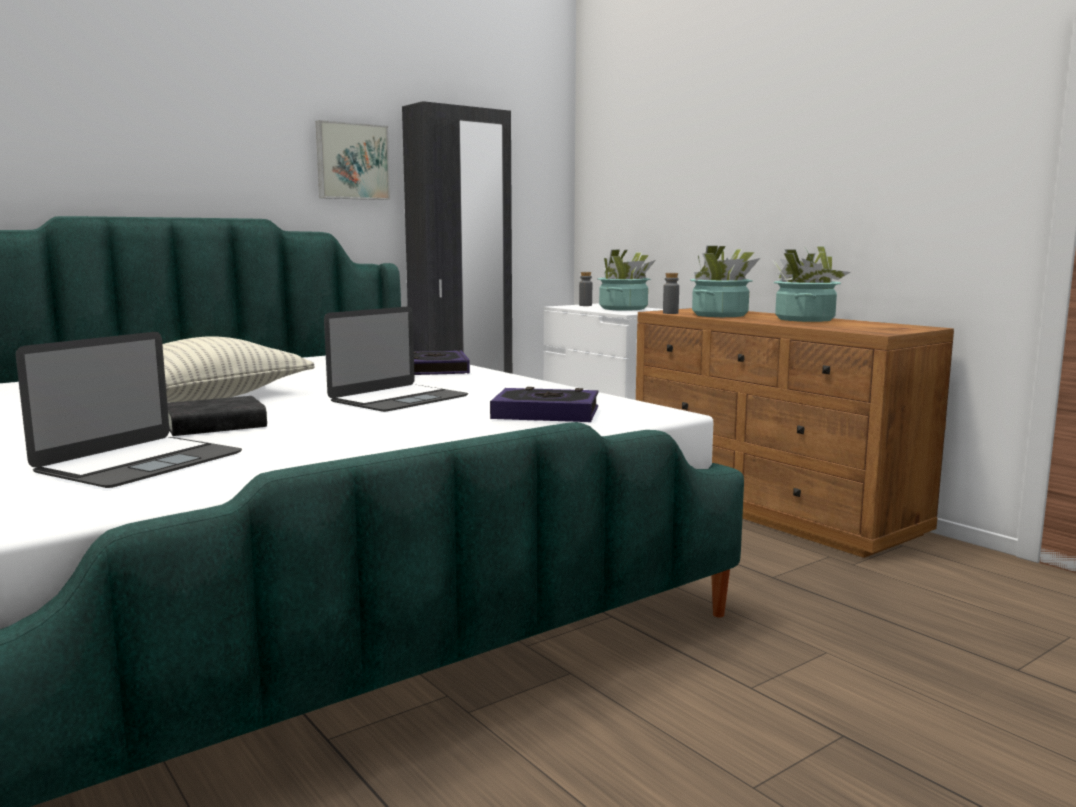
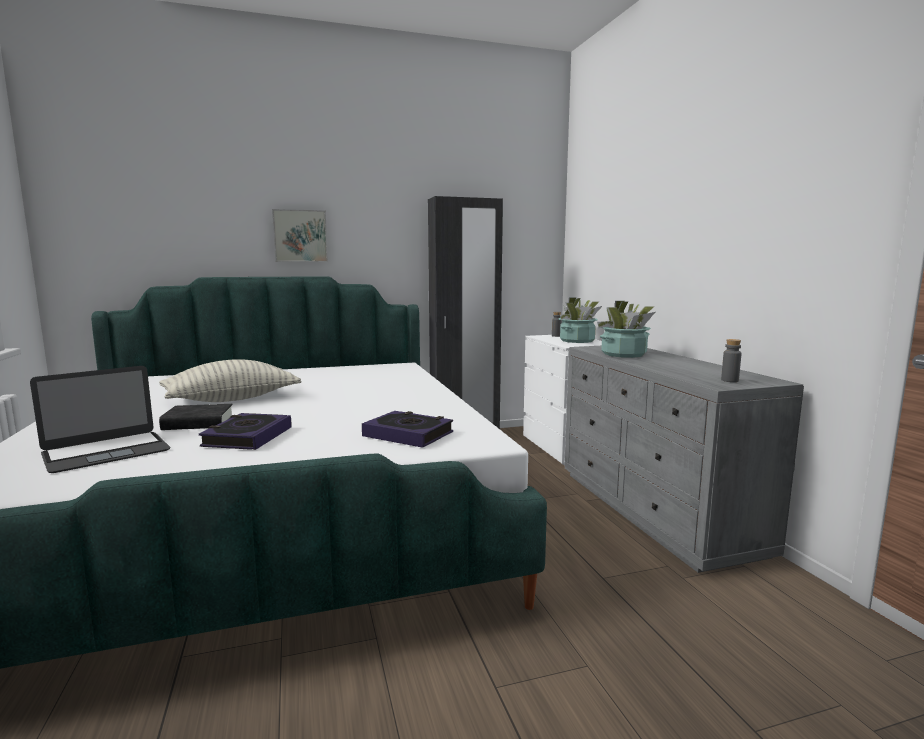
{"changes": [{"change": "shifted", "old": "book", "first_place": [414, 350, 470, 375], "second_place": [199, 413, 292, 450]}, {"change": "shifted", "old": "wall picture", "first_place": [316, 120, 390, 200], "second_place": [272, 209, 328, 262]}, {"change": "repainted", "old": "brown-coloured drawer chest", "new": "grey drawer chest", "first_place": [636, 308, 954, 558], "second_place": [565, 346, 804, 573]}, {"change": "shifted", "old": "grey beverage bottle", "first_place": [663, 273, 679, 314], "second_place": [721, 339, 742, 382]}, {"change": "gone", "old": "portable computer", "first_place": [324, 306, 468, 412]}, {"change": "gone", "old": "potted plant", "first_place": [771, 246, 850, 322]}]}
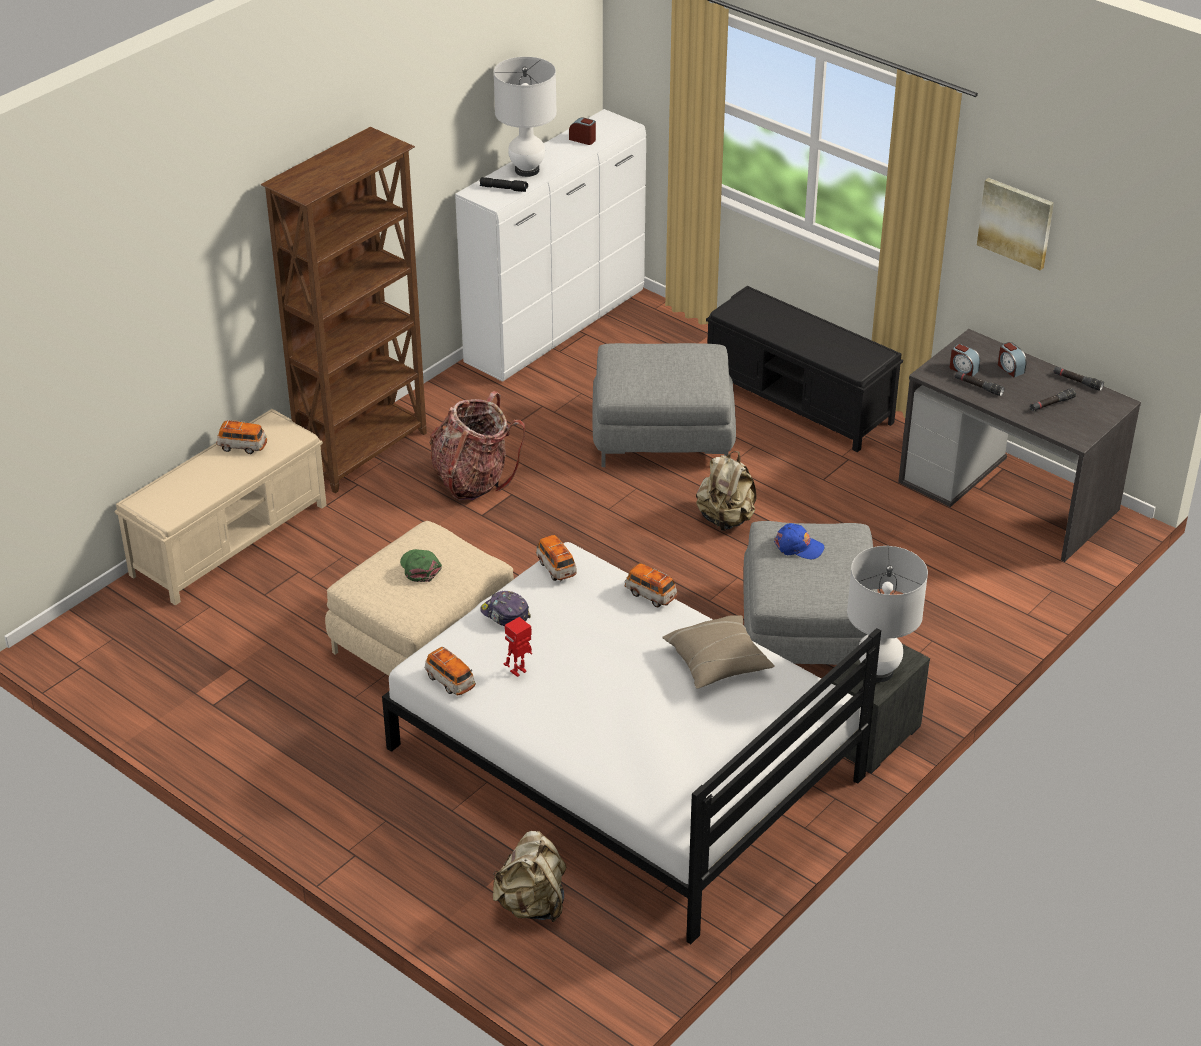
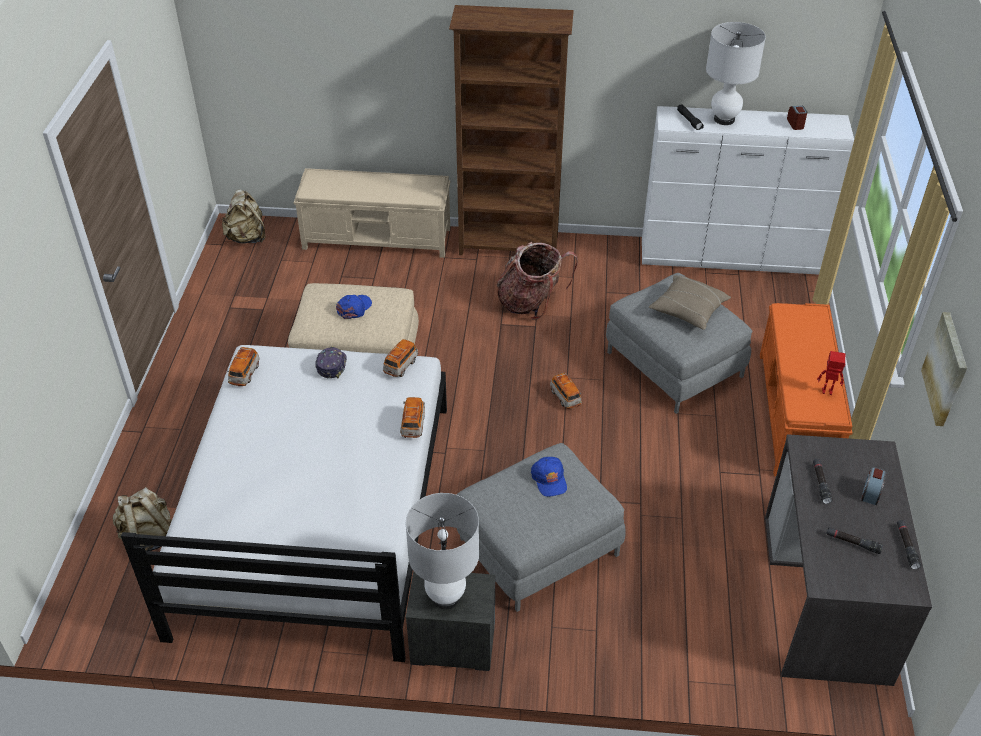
{"changes": [{"change": "shifted", "old": "sand-coloured backpack", "first_place": [696, 451, 757, 531], "second_place": [221, 189, 266, 244]}, {"change": "repainted", "old": "green-coloured baseball cap", "new": "bluish baseball cap", "first_place": [400, 549, 442, 582], "second_place": [336, 295, 372, 319]}, {"change": "shifted", "old": "miniature car", "first_place": [216, 420, 267, 454], "second_place": [550, 372, 582, 409]}, {"change": "shifted", "old": "sand-coloured throw pillow", "first_place": [662, 615, 775, 689], "second_place": [649, 275, 731, 330]}, {"change": "repainted", "old": "black bench", "new": "orange-coloured bench", "first_place": [706, 286, 903, 452], "second_place": [760, 303, 852, 476]}, {"change": "shifted", "old": "model robot", "first_place": [503, 617, 532, 677], "second_place": [817, 351, 846, 395]}, {"change": "gone", "old": "bedside clock", "first_place": [950, 343, 980, 377]}]}
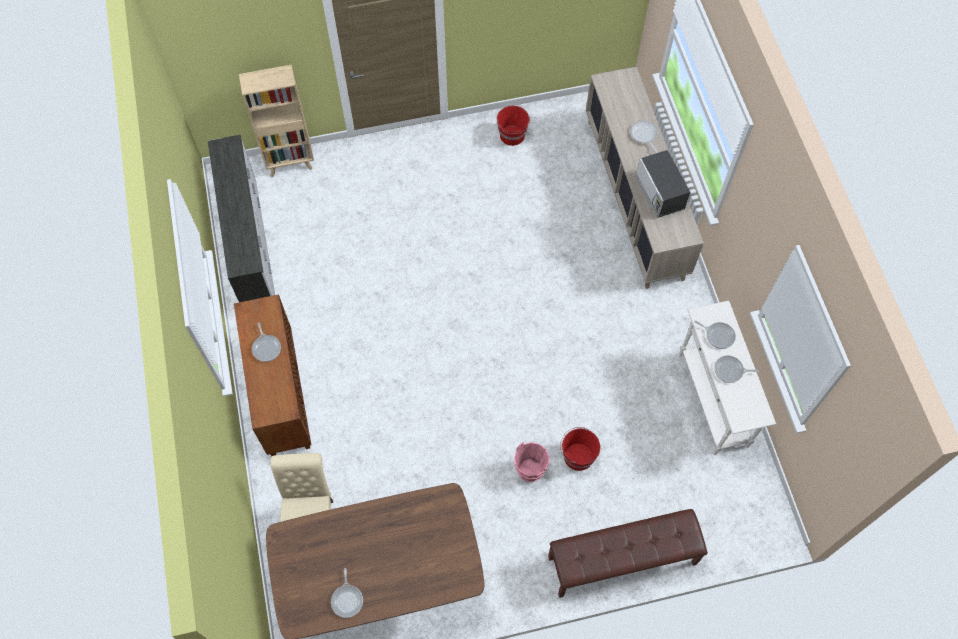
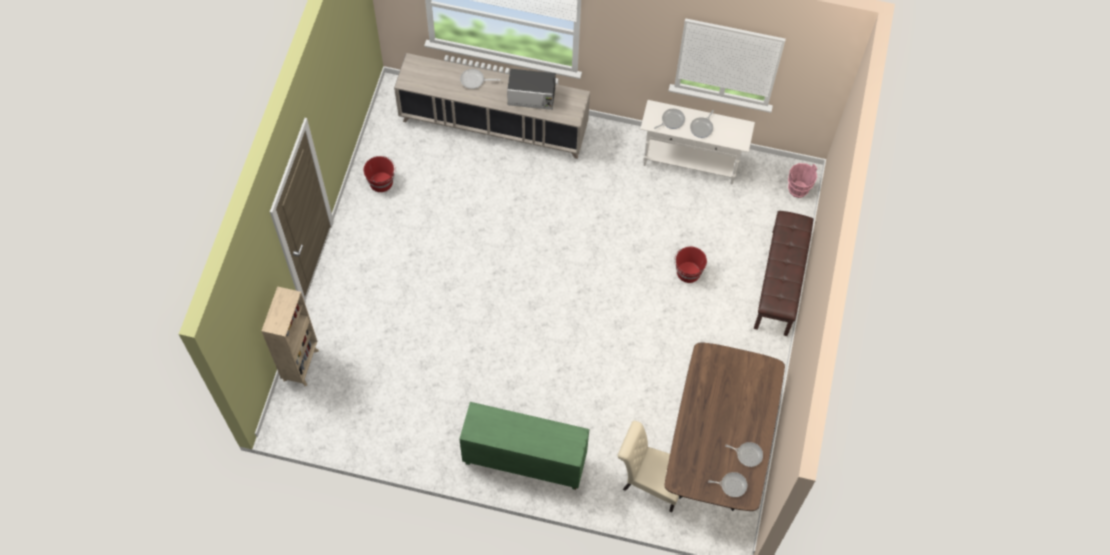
{"changes": [{"change": "repainted", "old": "brown-coloured cupboard", "new": "green-coloured cupboard", "first_place": [234, 294, 311, 456], "second_place": [459, 402, 589, 490]}, {"change": "shifted", "old": "pan", "first_place": [252, 323, 281, 362], "second_place": [708, 472, 747, 497]}, {"change": "shifted", "old": "pink-coloured pail", "first_place": [514, 442, 550, 482], "second_place": [788, 163, 817, 198]}, {"change": "gone", "old": "white-coloured drawer chest", "first_place": [208, 135, 275, 302]}]}
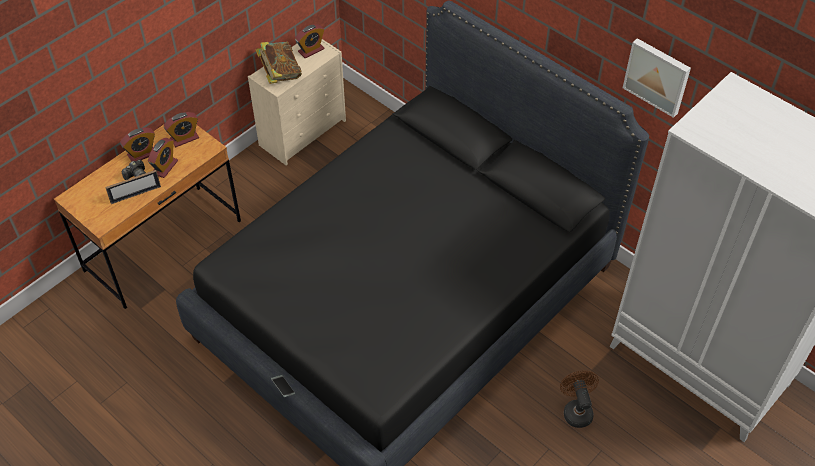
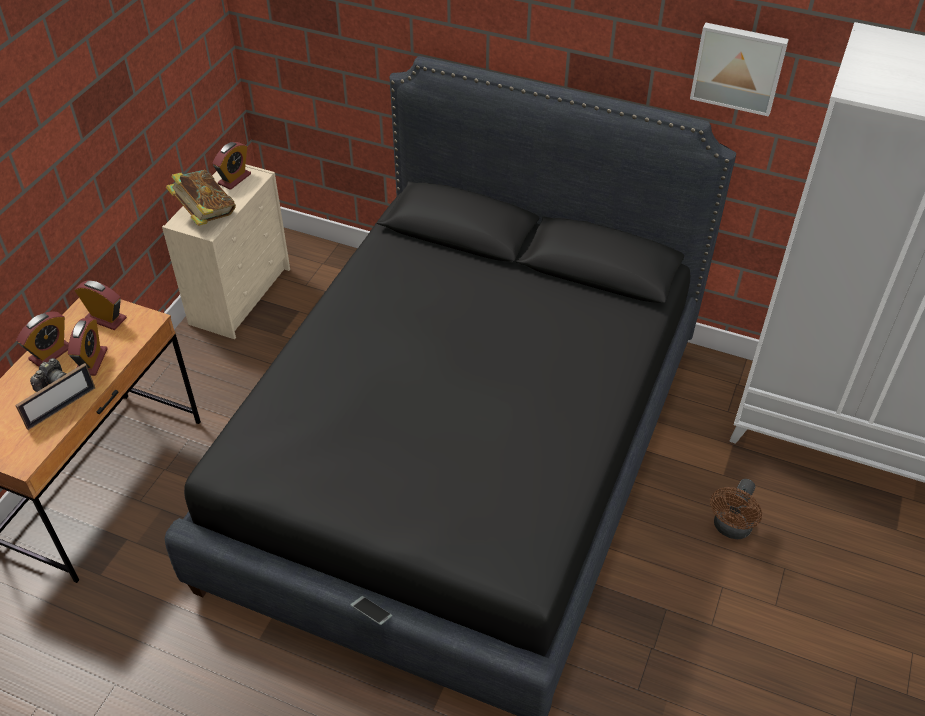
{"changes": [{"change": "rotated", "old": "bedside clock", "first_place": [163, 112, 199, 147], "second_place": [74, 280, 127, 330], "degrees": -105}, {"change": "rotated", "old": "brown-coloured cooling fan", "first_place": [560, 370, 599, 428], "second_place": [710, 479, 762, 539], "degrees": -120}]}
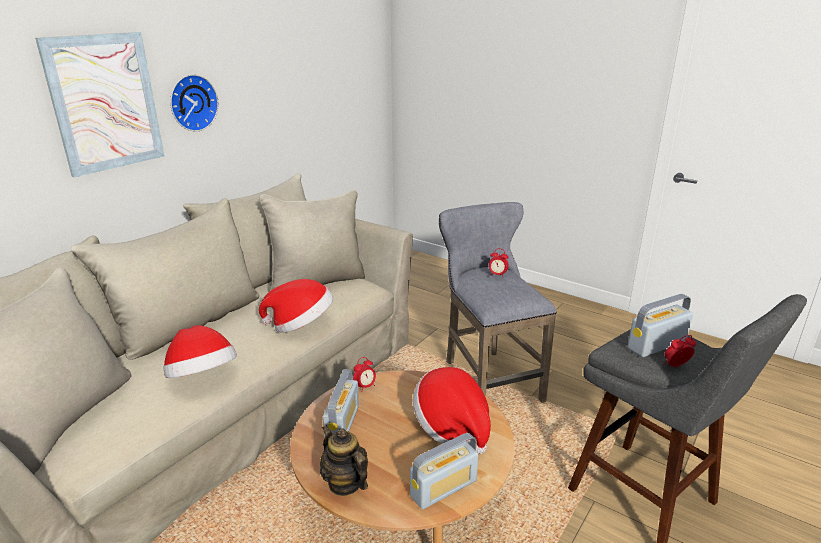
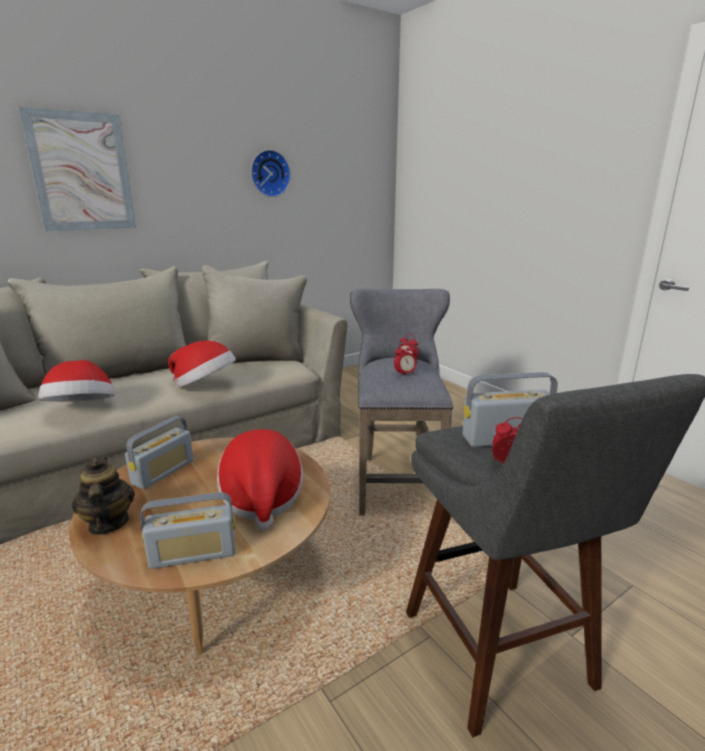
{"changes": [{"change": "shifted", "old": "clock on the wall", "first_place": [170, 74, 218, 132], "second_place": [251, 150, 291, 197]}, {"change": "shifted", "old": "bedside clock", "first_place": [353, 357, 376, 392], "second_place": [394, 342, 417, 377]}]}
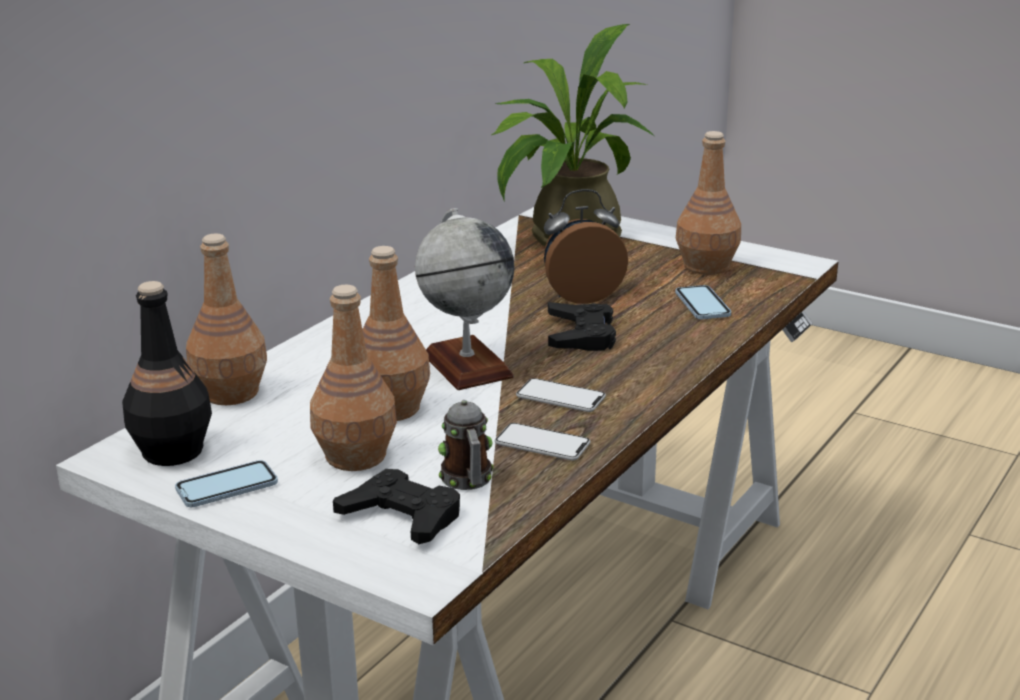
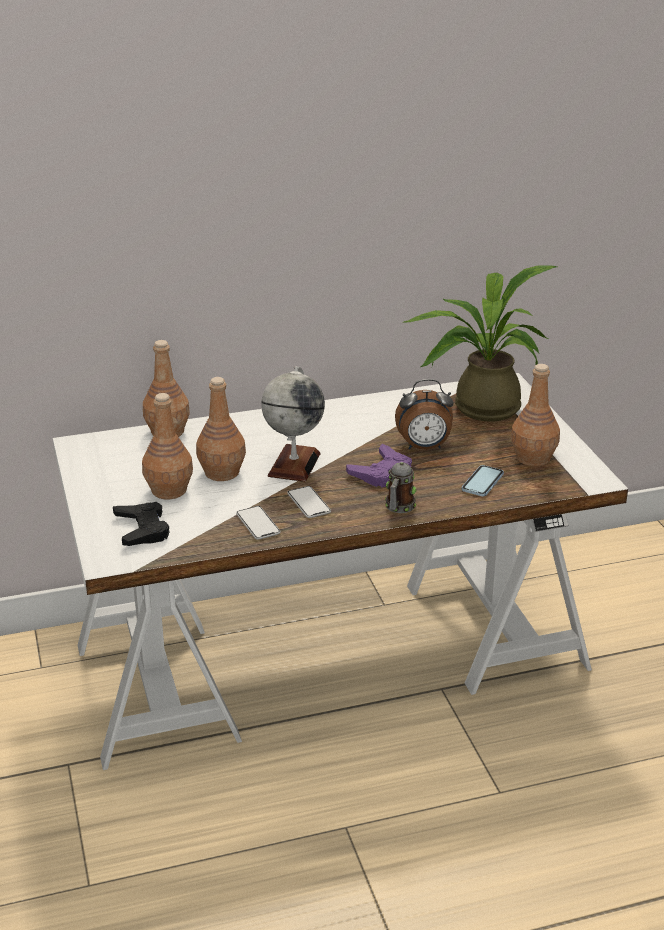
{"changes": [{"change": "repainted", "old": "black joypad", "new": "purple joypad", "first_place": [548, 302, 616, 351], "second_place": [346, 444, 412, 487]}, {"change": "shifted", "old": "mug", "first_place": [438, 400, 493, 490], "second_place": [385, 462, 416, 513]}, {"change": "rotated", "old": "bedside clock", "first_place": [544, 189, 628, 304], "second_place": [395, 379, 453, 449], "degrees": 150}, {"change": "gone", "old": "black beverage bottle", "first_place": [122, 281, 212, 466]}, {"change": "gone", "old": "phone", "first_place": [175, 460, 278, 507]}]}
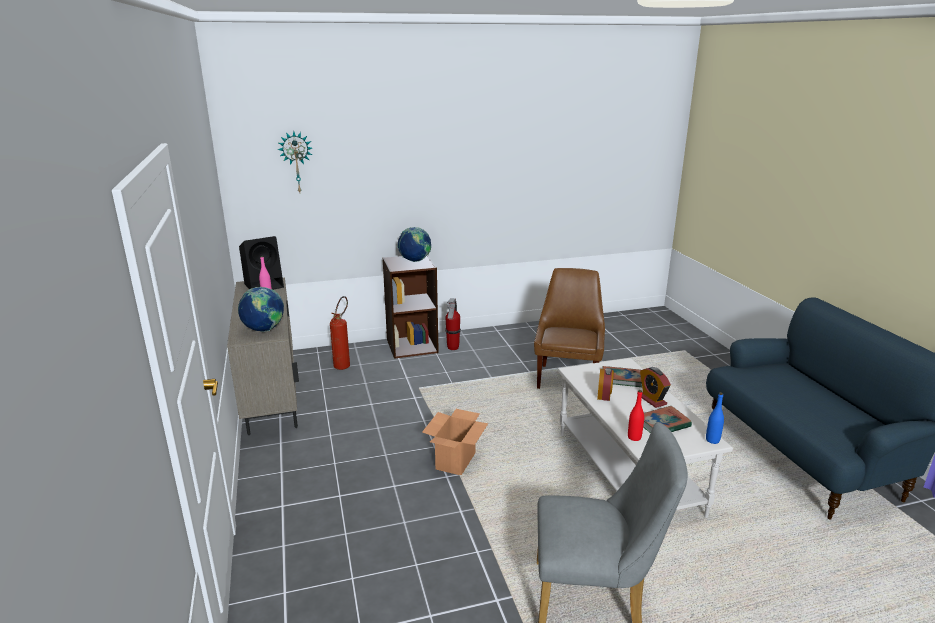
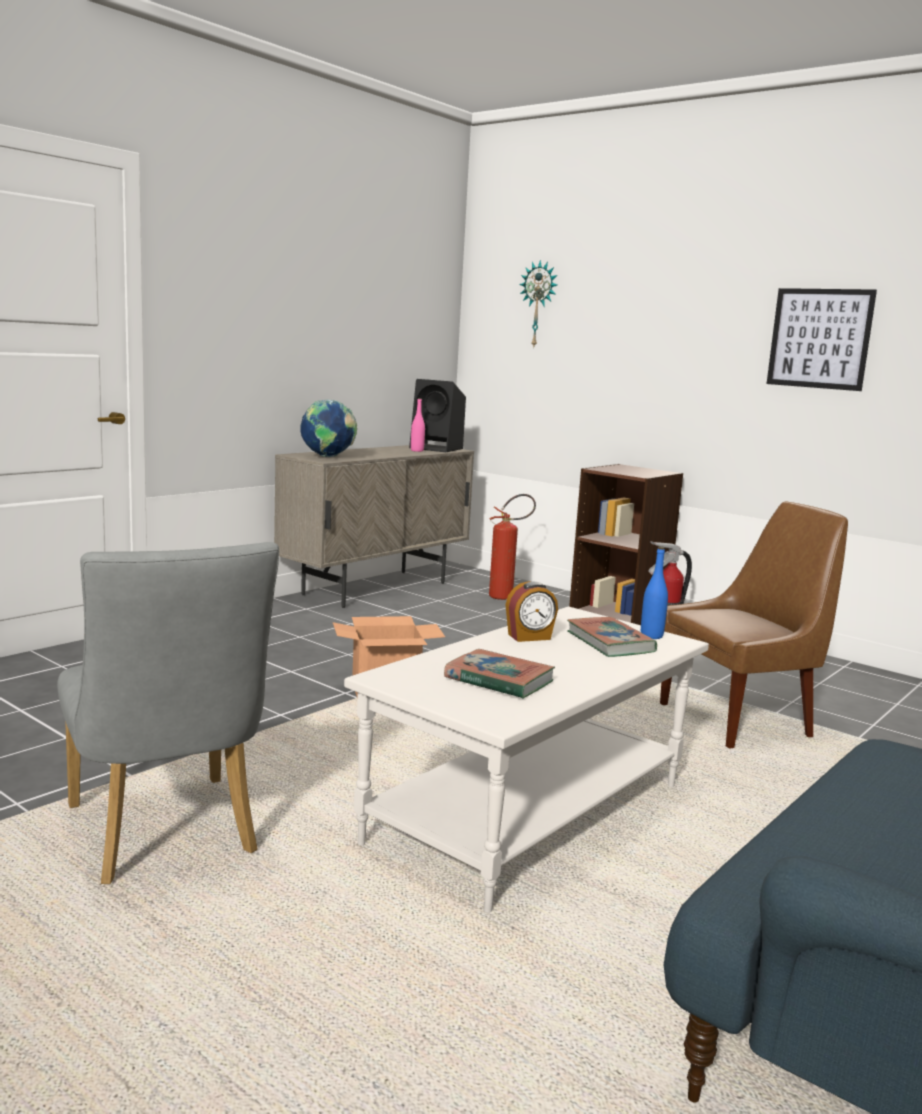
{"changes": [{"change": "shifted", "old": "bluish beverage bottle", "first_place": [706, 392, 724, 444], "second_place": [641, 547, 668, 639]}, {"change": "new", "new": "wall picture", "second_place": [767, 288, 877, 391]}, {"change": "gone", "old": "globe", "first_place": [397, 227, 431, 262]}, {"change": "gone", "old": "red-coloured beverage bottle", "first_place": [628, 390, 644, 441]}, {"change": "gone", "old": "bedside clock", "first_place": [640, 367, 671, 408]}]}
